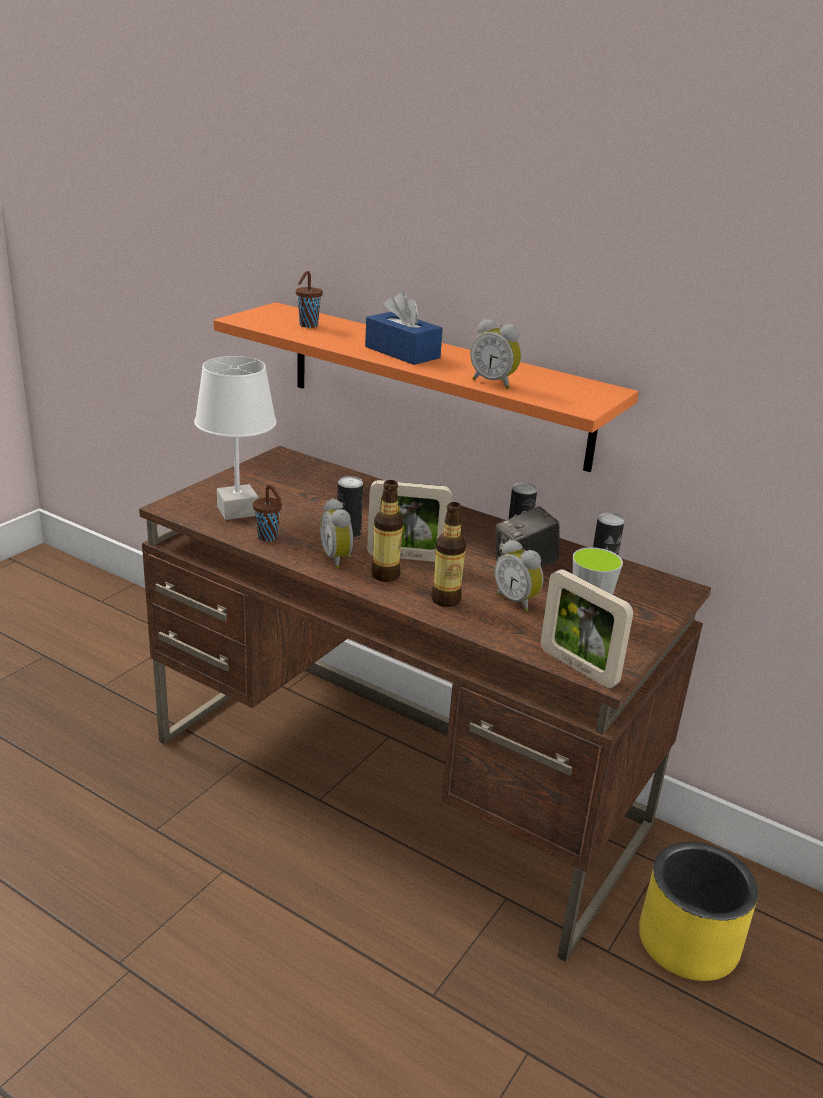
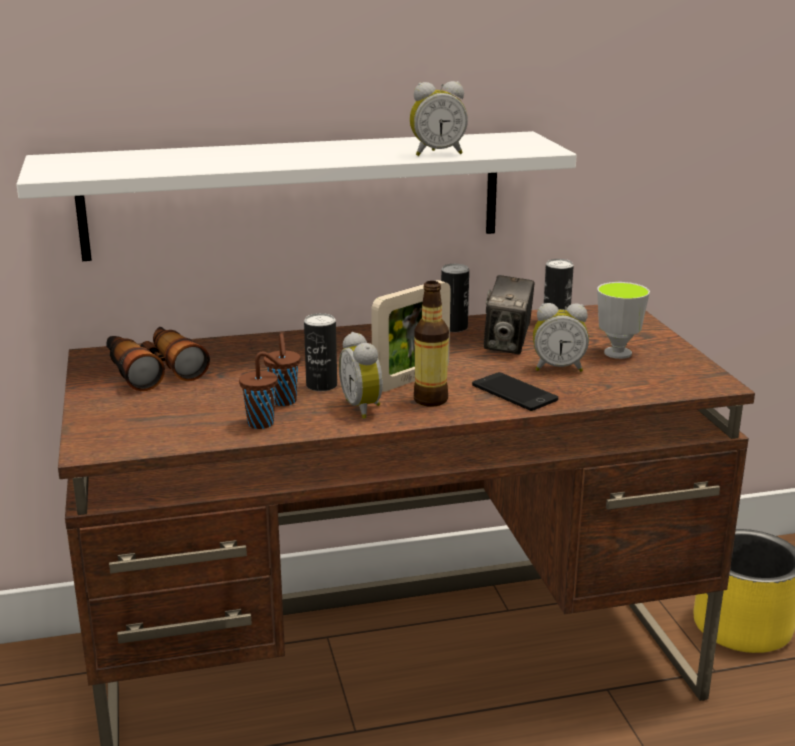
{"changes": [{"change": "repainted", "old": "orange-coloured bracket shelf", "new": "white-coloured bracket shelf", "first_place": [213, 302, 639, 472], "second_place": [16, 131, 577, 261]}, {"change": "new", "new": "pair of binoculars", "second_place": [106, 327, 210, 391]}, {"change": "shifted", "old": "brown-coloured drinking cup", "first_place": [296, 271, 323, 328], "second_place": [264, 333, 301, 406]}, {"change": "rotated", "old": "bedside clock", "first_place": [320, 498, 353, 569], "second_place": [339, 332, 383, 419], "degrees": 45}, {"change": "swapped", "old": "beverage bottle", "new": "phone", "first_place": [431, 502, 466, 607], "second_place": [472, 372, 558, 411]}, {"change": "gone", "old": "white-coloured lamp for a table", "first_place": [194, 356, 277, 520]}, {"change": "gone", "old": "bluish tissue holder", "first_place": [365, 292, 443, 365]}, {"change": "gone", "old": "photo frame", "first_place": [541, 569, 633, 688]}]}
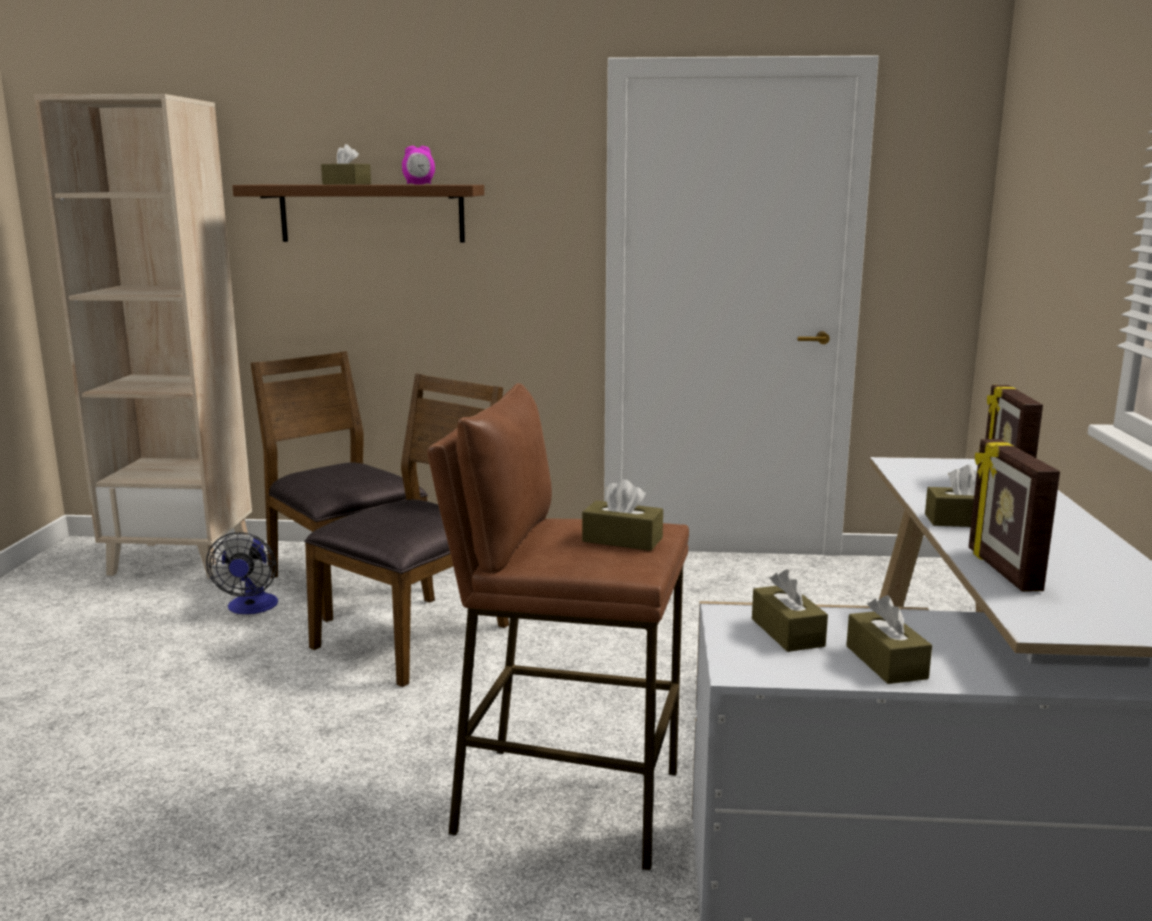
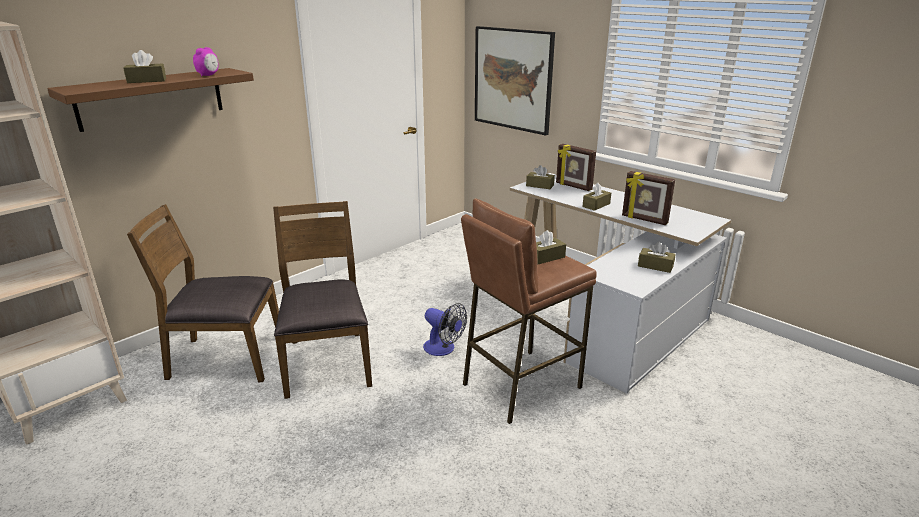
{"changes": [{"change": "shifted", "old": "cooling fan", "first_place": [206, 532, 278, 614], "second_place": [423, 303, 467, 356]}, {"change": "new", "new": "wall picture", "second_place": [475, 26, 555, 136]}, {"change": "shifted", "old": "brown-coloured tissue holder", "first_place": [752, 569, 828, 652], "second_place": [526, 165, 555, 189]}]}
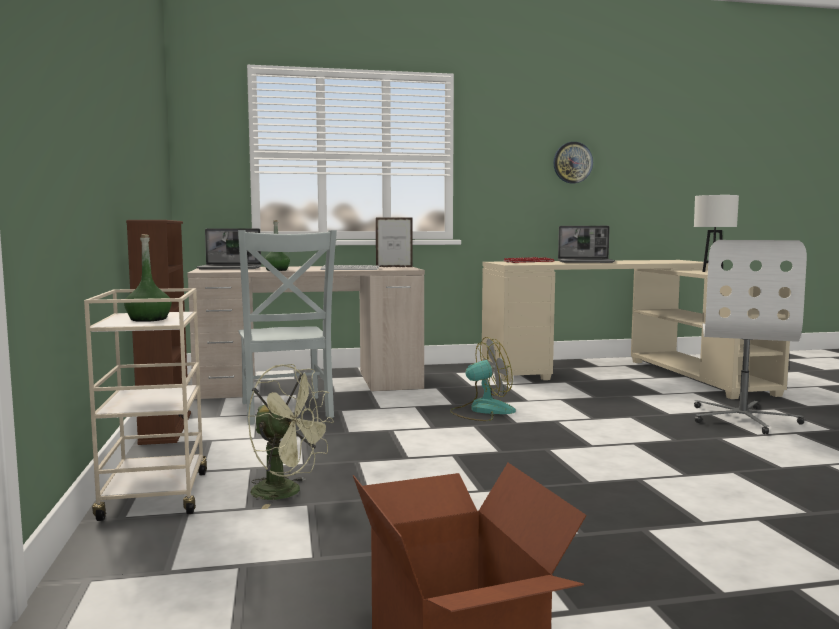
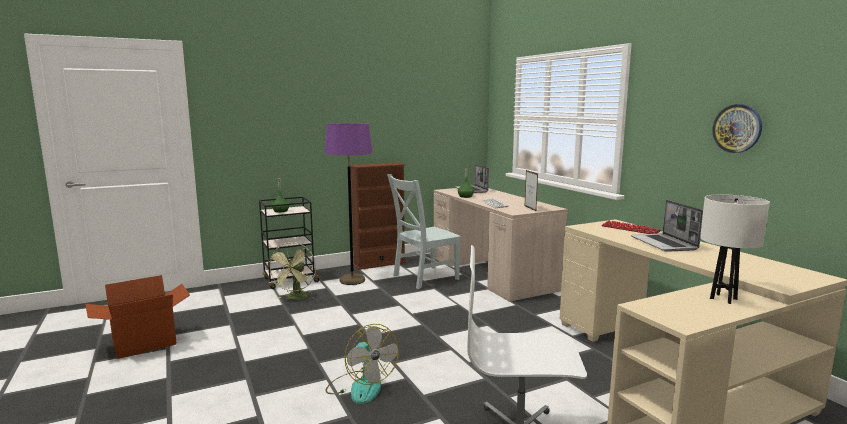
{"changes": [{"change": "repainted", "old": "sand-coloured wheeled cart", "new": "black wheeled cart", "first_place": [84, 288, 207, 521], "second_place": [259, 197, 322, 289]}, {"change": "new", "new": "purple floor lamp", "second_place": [325, 123, 372, 285]}, {"change": "shifted", "old": "cooling fan", "first_place": [450, 337, 516, 421], "second_place": [325, 324, 399, 404]}]}
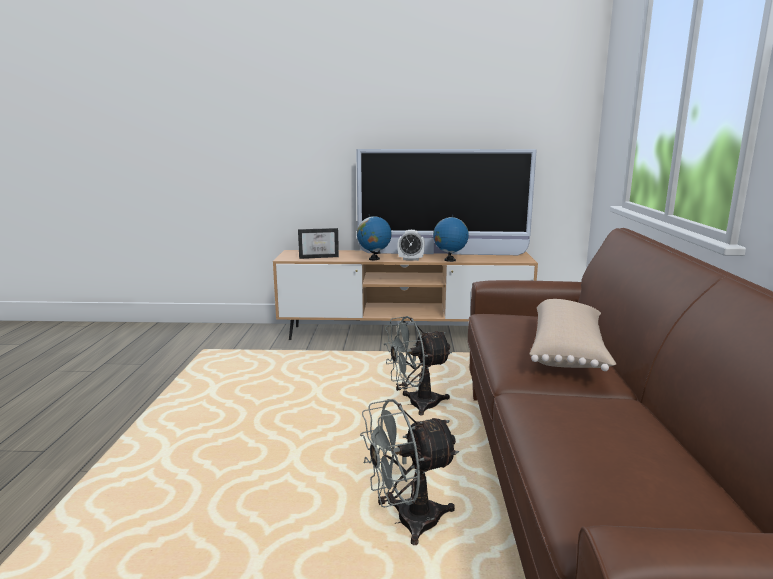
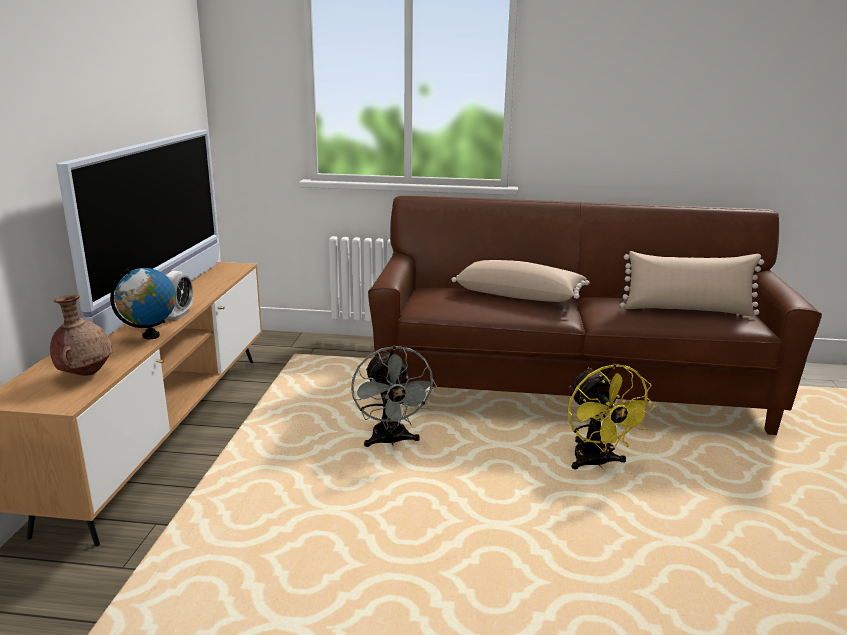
{"changes": [{"change": "swapped", "old": "photo frame", "new": "brown-coloured flower vase", "first_place": [298, 228, 339, 259], "second_place": [50, 295, 113, 375]}, {"change": "repainted", "old": "grey cooling fan", "new": "yellow-coloured cooling fan", "first_place": [360, 399, 459, 545], "second_place": [568, 364, 657, 470]}, {"change": "new", "new": "sand-coloured throw pillow", "second_place": [620, 251, 764, 316]}, {"change": "gone", "old": "globe", "first_place": [433, 215, 469, 262]}]}
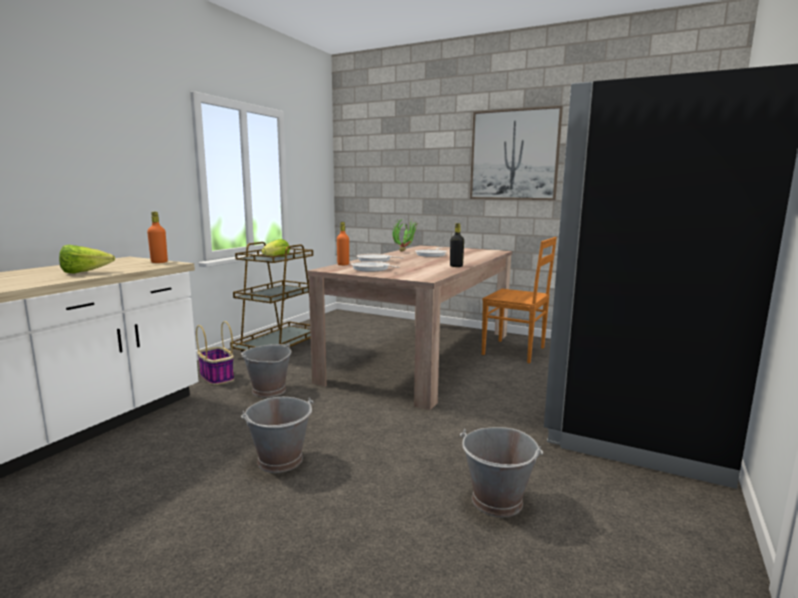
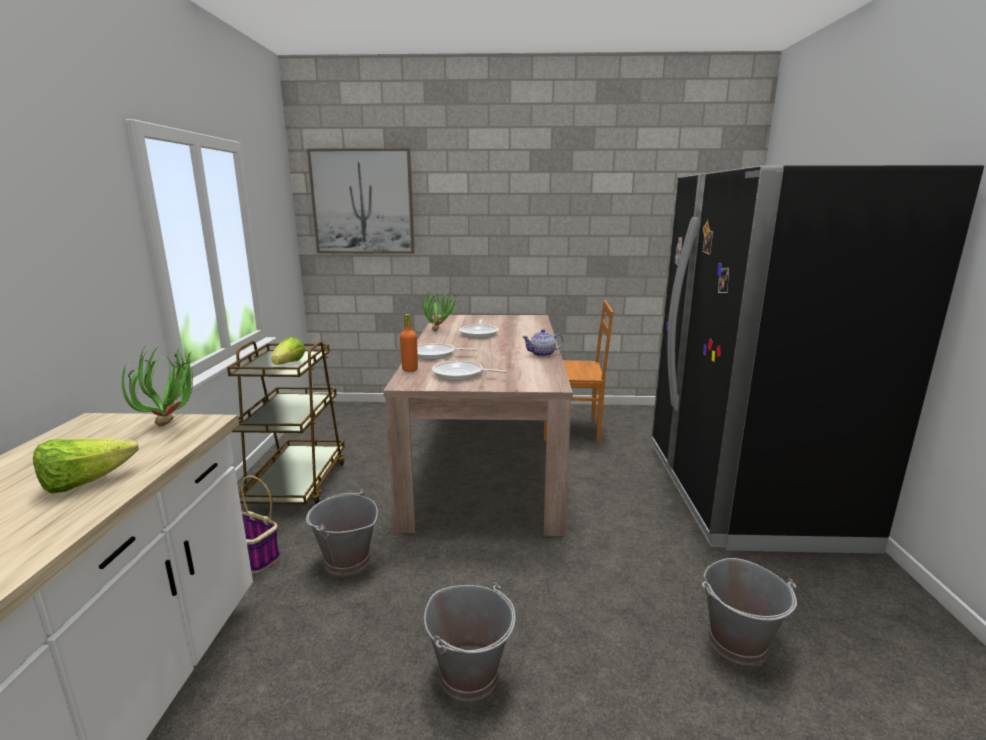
{"changes": [{"change": "swapped", "old": "orange-coloured beverage bottle", "new": "potted plant", "first_place": [147, 212, 168, 263], "second_place": [122, 345, 193, 427]}, {"change": "shifted", "old": "wall picture", "first_place": [470, 106, 563, 200], "second_place": [307, 148, 415, 254]}, {"change": "swapped", "old": "black beverage bottle", "new": "pot for tea", "first_place": [450, 223, 464, 267], "second_place": [523, 329, 563, 357]}]}
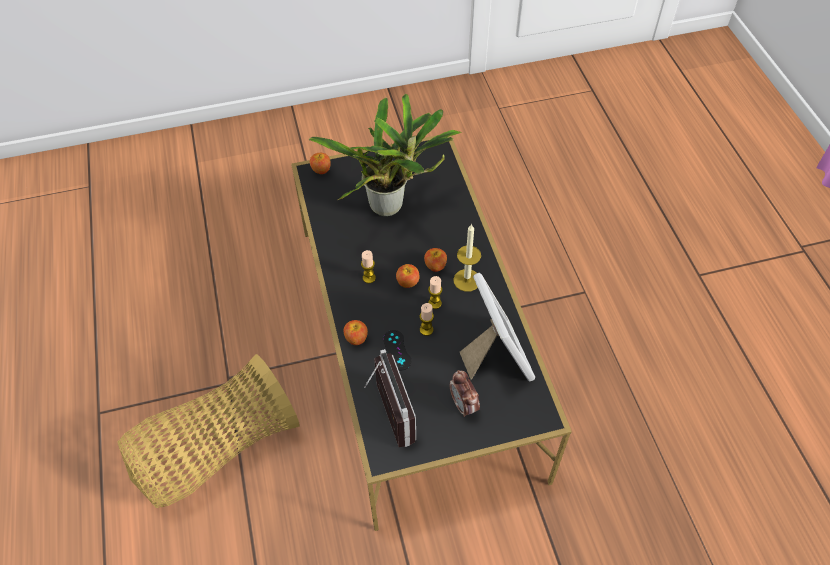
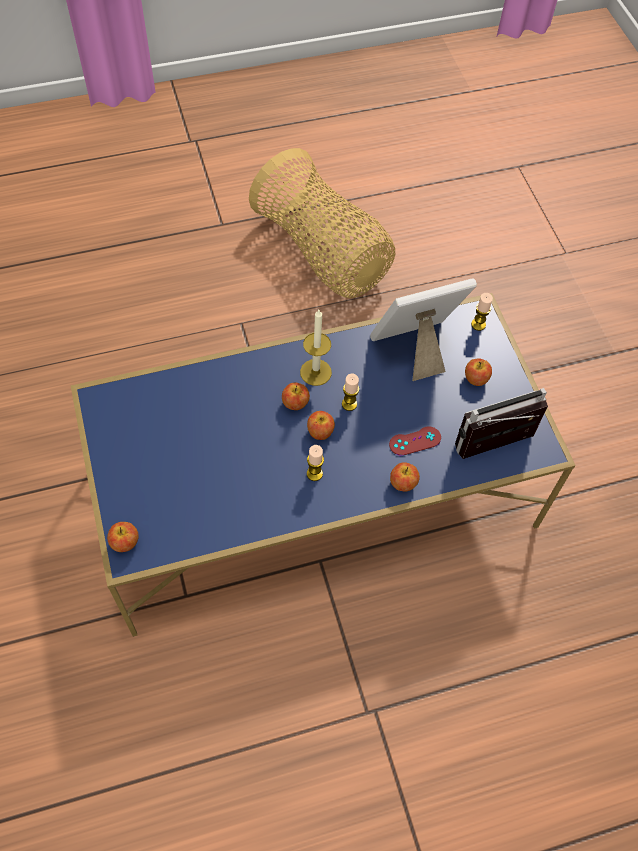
{"changes": [{"change": "repainted", "old": "black low table", "new": "bluish low table", "first_place": [291, 136, 572, 531], "second_place": [71, 293, 576, 636]}, {"change": "shifted", "old": "household basket", "first_place": [117, 354, 300, 508], "second_place": [249, 148, 395, 298]}, {"change": "repainted", "old": "black joypad", "new": "red-coloured joypad", "first_place": [383, 330, 411, 371], "second_place": [389, 426, 441, 456]}, {"change": "swapped", "old": "bedside clock", "new": "apple fruit", "first_place": [450, 370, 480, 417], "second_place": [465, 359, 492, 386]}, {"change": "shifted", "old": "wax candle", "first_place": [420, 303, 434, 336], "second_place": [471, 293, 493, 331]}, {"change": "gone", "old": "potted plant", "first_place": [309, 94, 462, 216]}]}
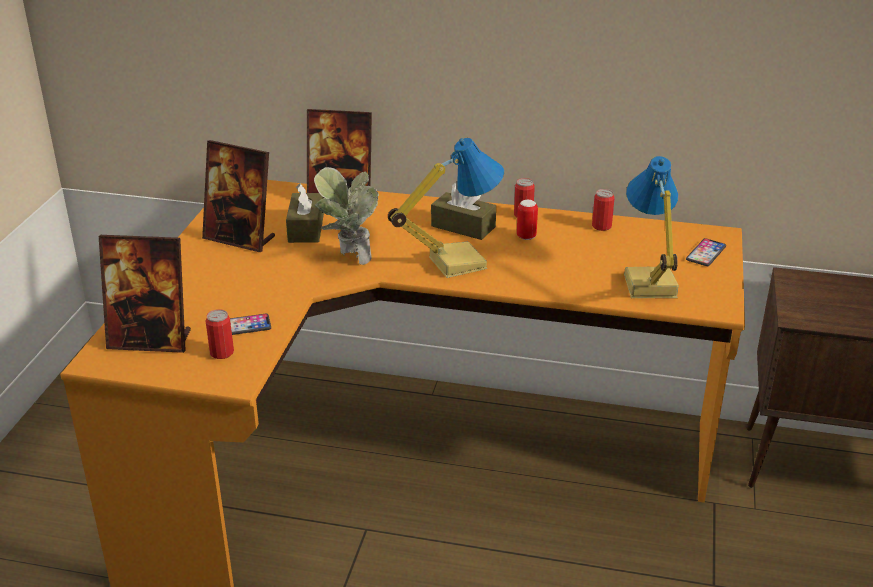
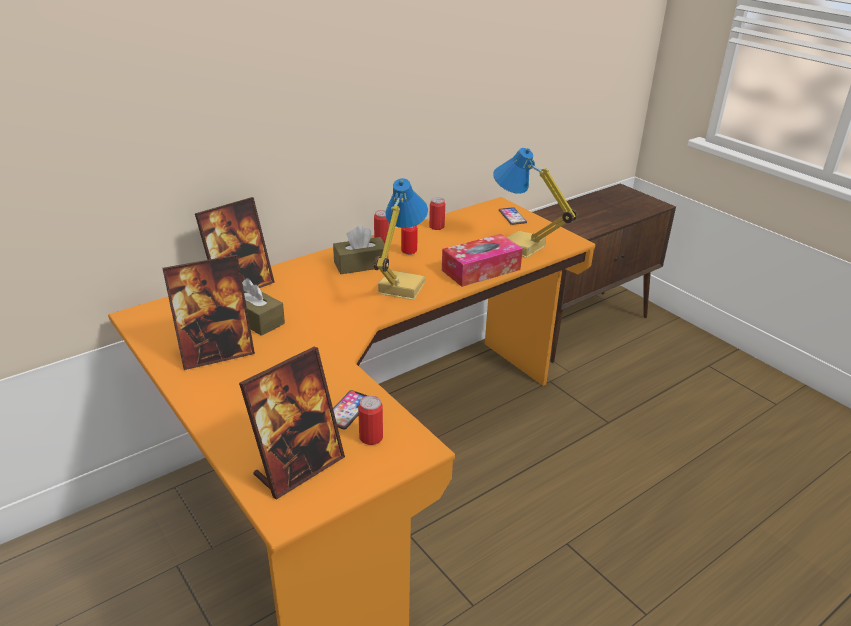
{"changes": [{"change": "new", "new": "tissue holder", "second_place": [442, 234, 523, 287]}, {"change": "gone", "old": "potted plant", "first_place": [314, 167, 379, 265]}]}
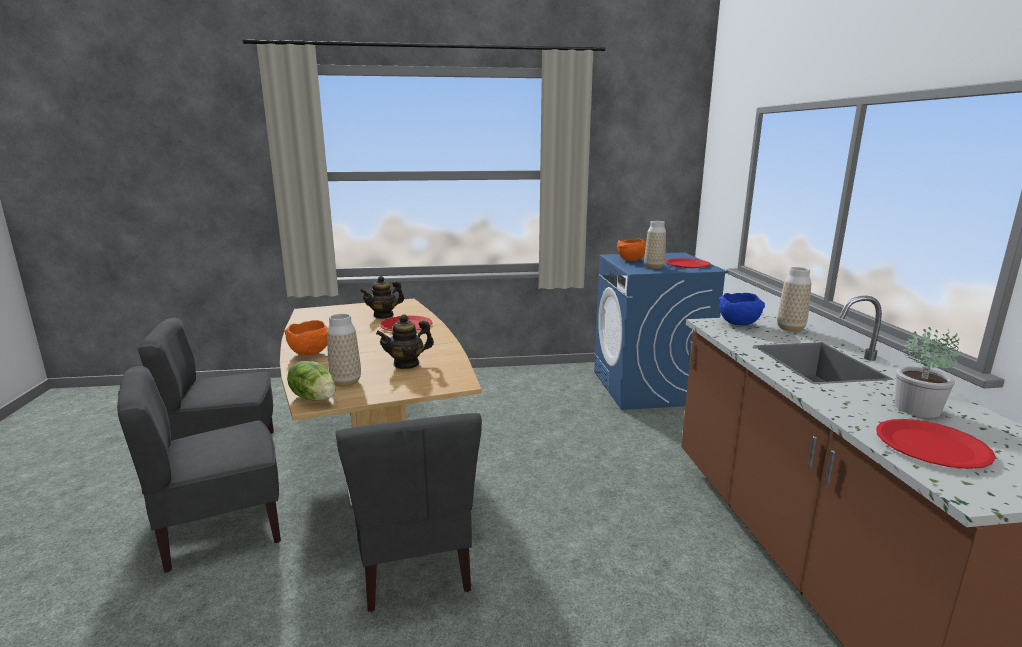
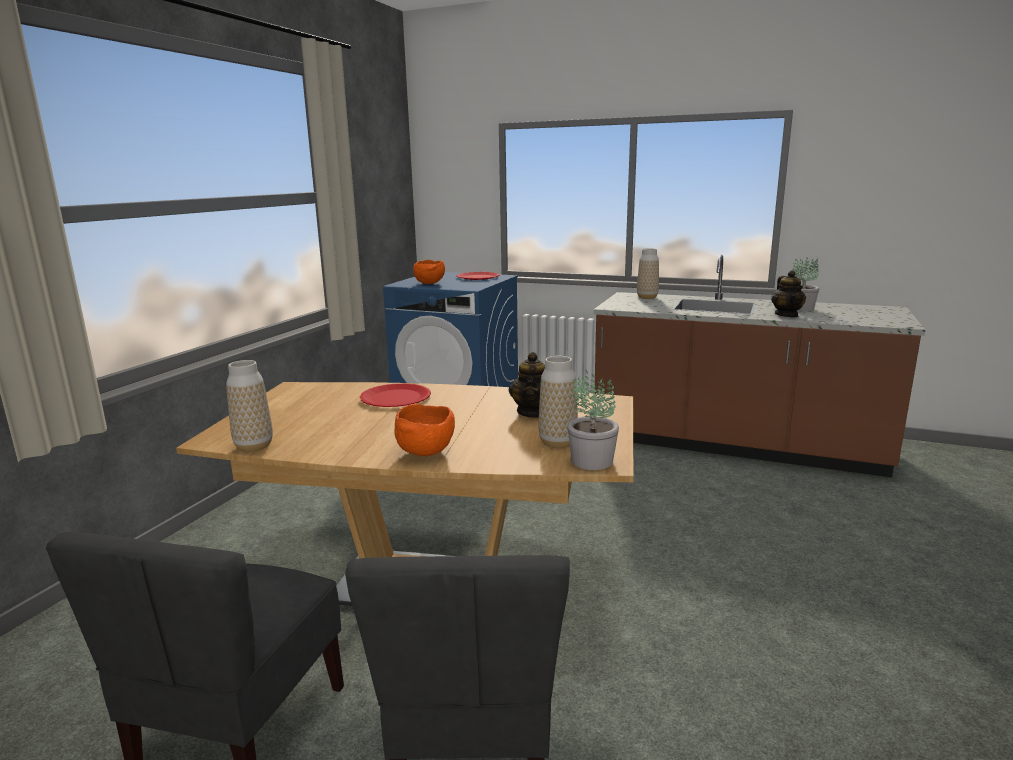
{"changes": [{"change": "shifted", "old": "flower vase", "first_place": [644, 221, 666, 269], "second_place": [226, 360, 273, 452]}, {"change": "swapped", "old": "lettuce head", "new": "potted plant", "first_place": [287, 361, 336, 401], "second_place": [567, 369, 619, 470]}, {"change": "shifted", "old": "pot for tea", "first_place": [360, 276, 404, 319], "second_place": [771, 270, 806, 317]}, {"change": "gone", "old": "grey chair", "first_place": [335, 413, 482, 612]}, {"change": "gone", "old": "bluish deep dish", "first_place": [719, 293, 765, 326]}, {"change": "gone", "old": "red-coloured plate", "first_place": [876, 419, 996, 469]}]}
